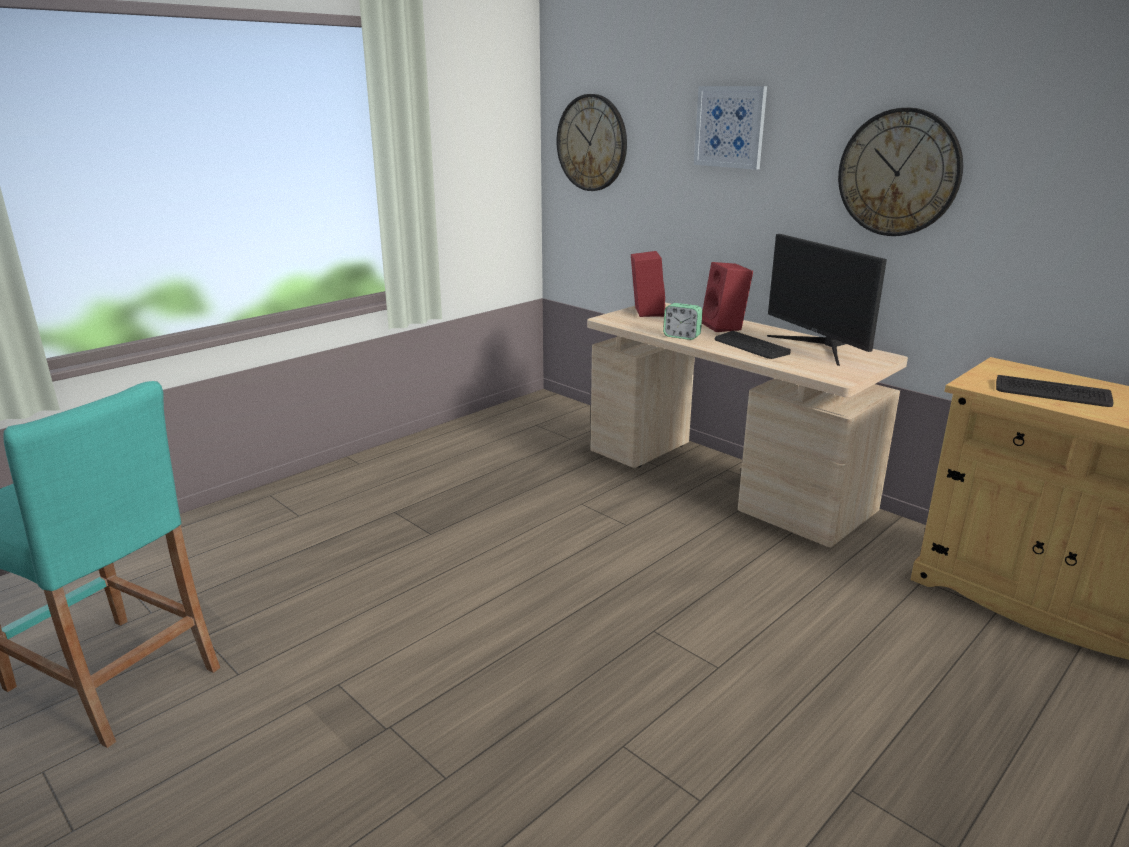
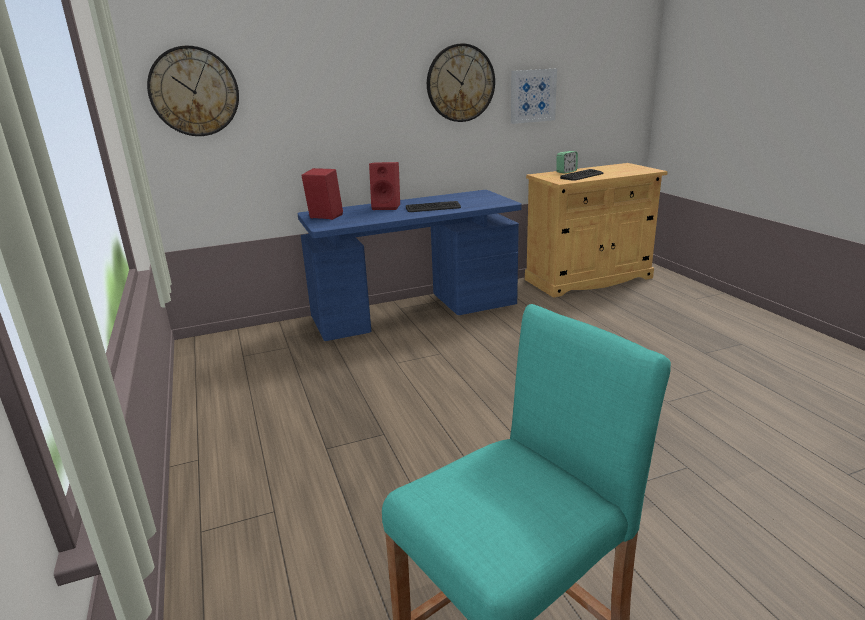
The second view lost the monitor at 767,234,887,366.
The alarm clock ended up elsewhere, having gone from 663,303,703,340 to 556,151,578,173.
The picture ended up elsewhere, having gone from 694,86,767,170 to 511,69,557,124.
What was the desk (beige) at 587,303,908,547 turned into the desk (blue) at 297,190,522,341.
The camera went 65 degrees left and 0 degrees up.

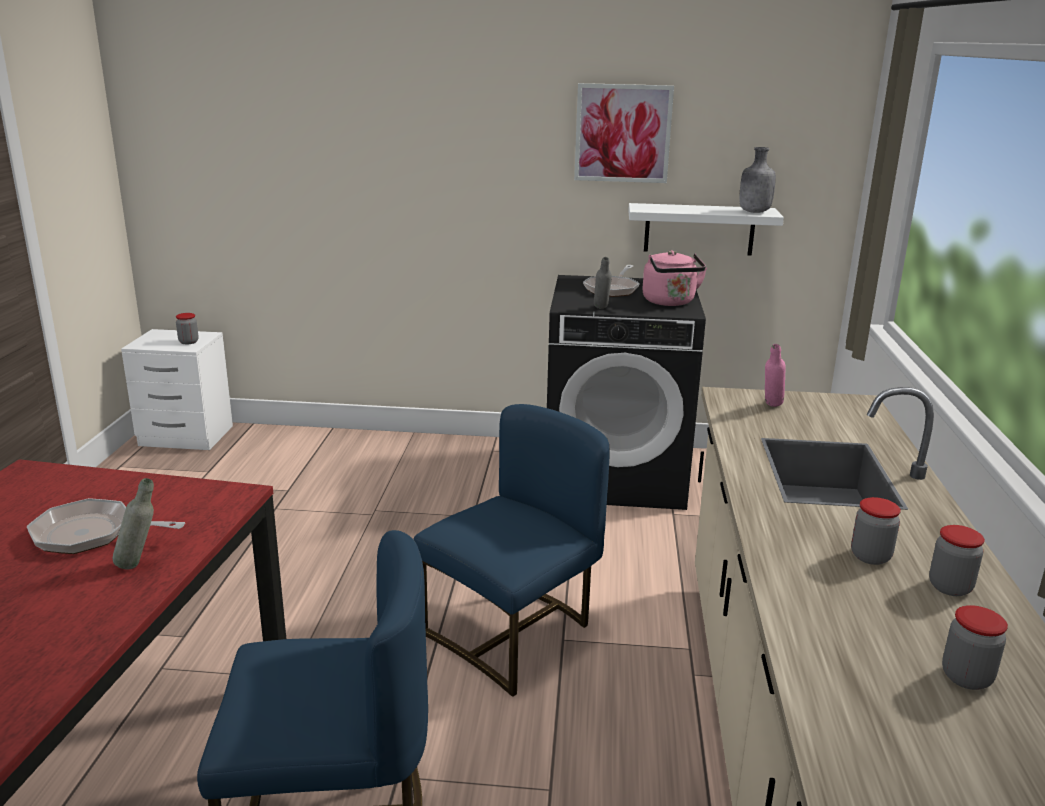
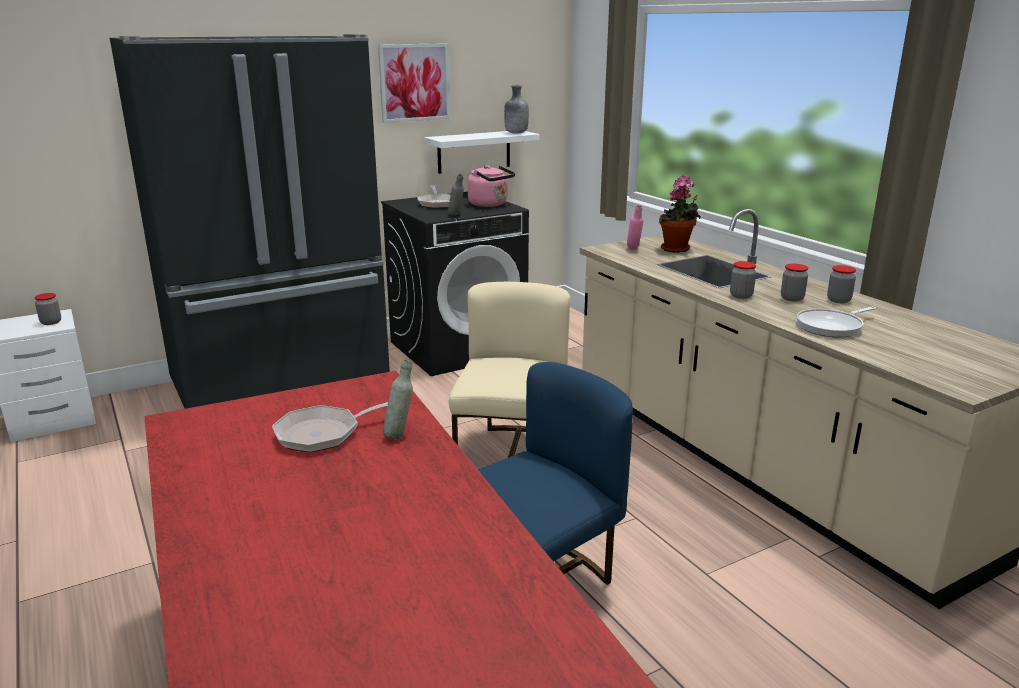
The second view gained the fridge (black) at 110,34,390,409.
The second view gained the potted plant at 659,175,700,253.
The second view gained the frying pan at 796,307,876,337.
The jar ended up elsewhere, having gone from 942,605,1008,690 to 730,261,756,299.
What was the chair (blue) at 413,404,610,697 turned into the chair (beige) at 449,282,570,458.
The camera went 35 degrees left and 0 degrees up.

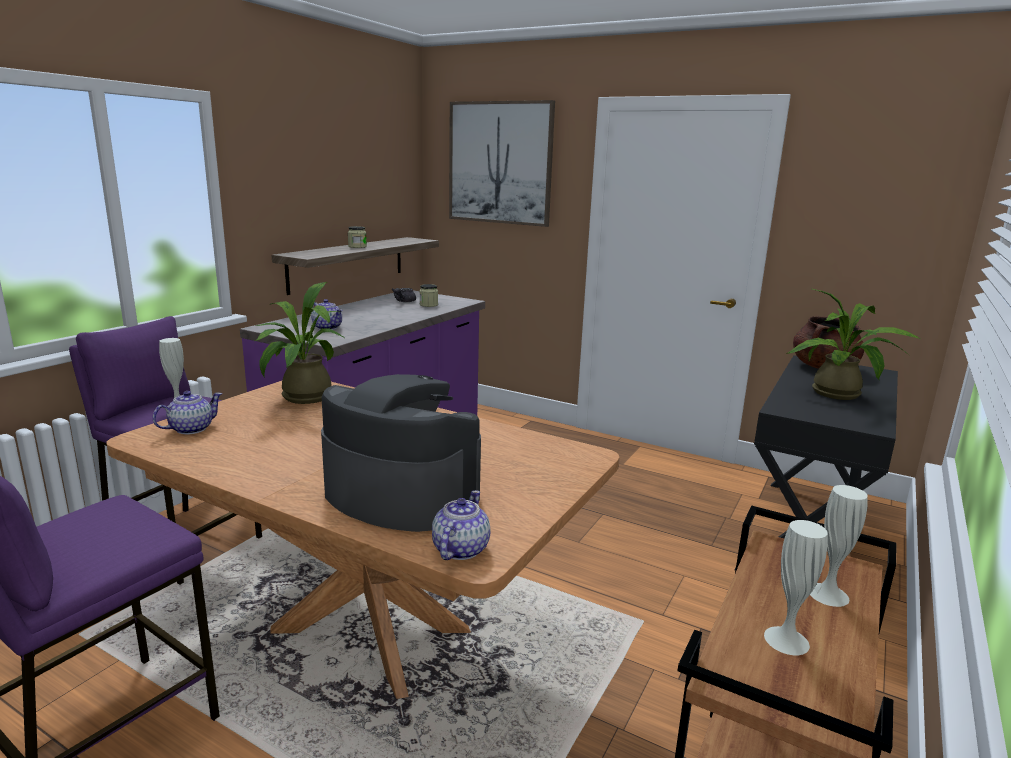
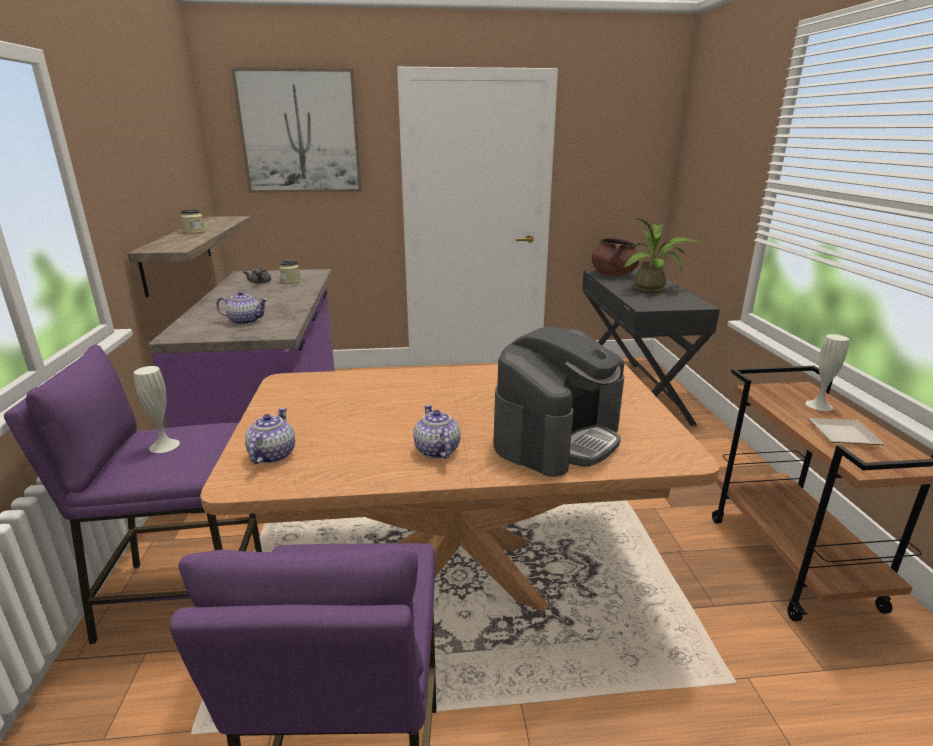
The second view lost the potted plant at 255,282,346,404.
The teapot ended up elsewhere, having gone from 432,490,490,560 to 413,404,460,459.
Where the vase (white) stood at 764,520,828,655, the plate came to stand at 808,418,885,445.
The coffee machine at 321,374,481,532 ended up facing another way, 135 degrees clockwise from before.
The camera went 35 degrees left and 5 degrees up.

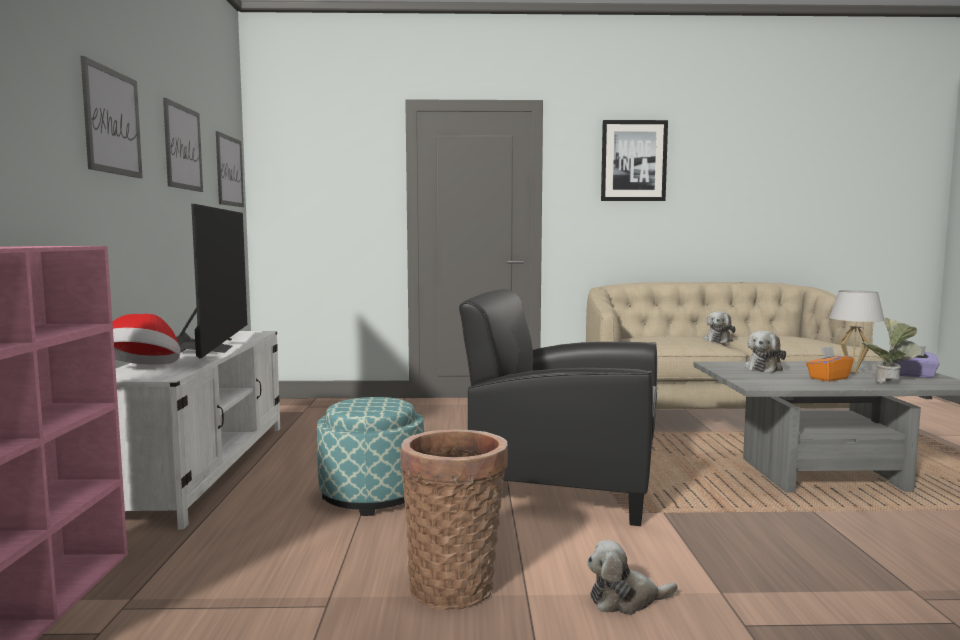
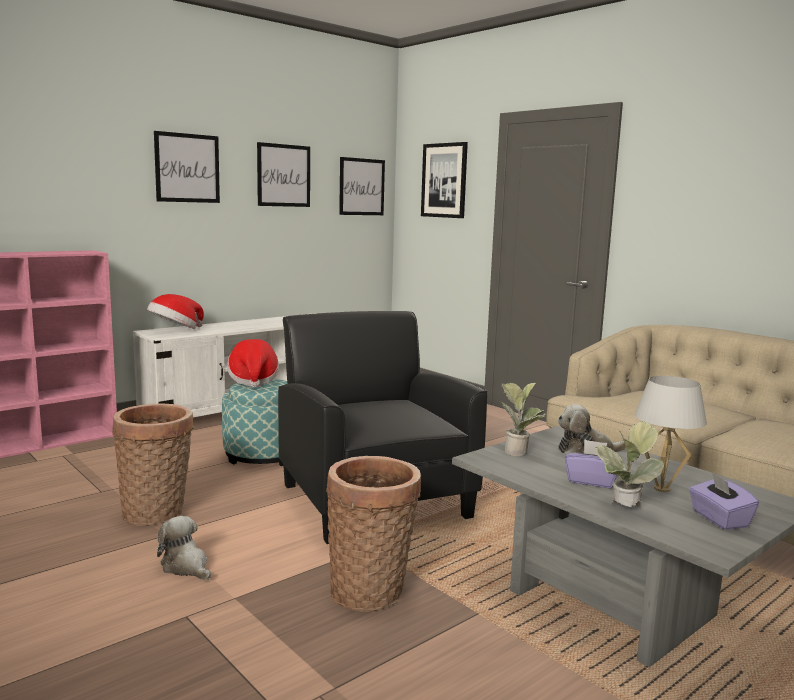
The second view lost the television at 176,204,247,358.
The second view lost the plush toy at 703,311,736,343.
The second view gained the hat at 227,339,279,388.
The second view gained the basket at 326,456,421,612.
The second view gained the potted plant at 500,382,546,456.
The picture ended up elsewhere, having gone from 601,120,668,201 to 421,142,468,218.
What was the tissue box (orange) at 806,346,854,382 turned into the tissue box (purple) at 565,439,617,488.
The camera went 50 degrees right and 5 degrees up.

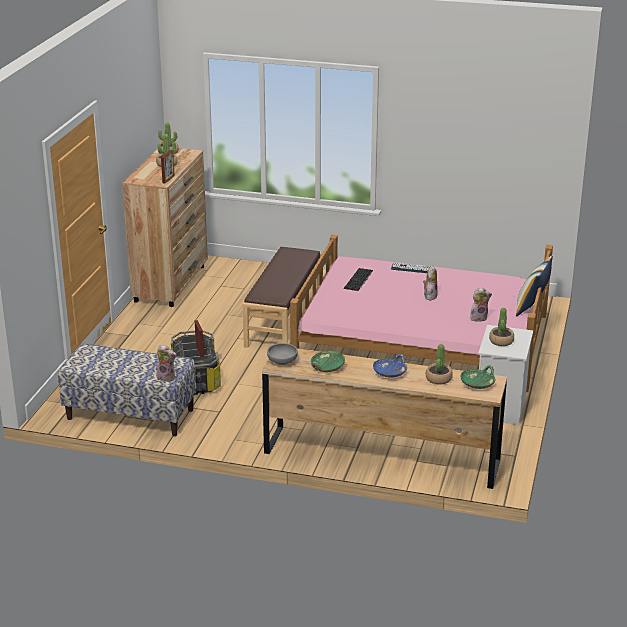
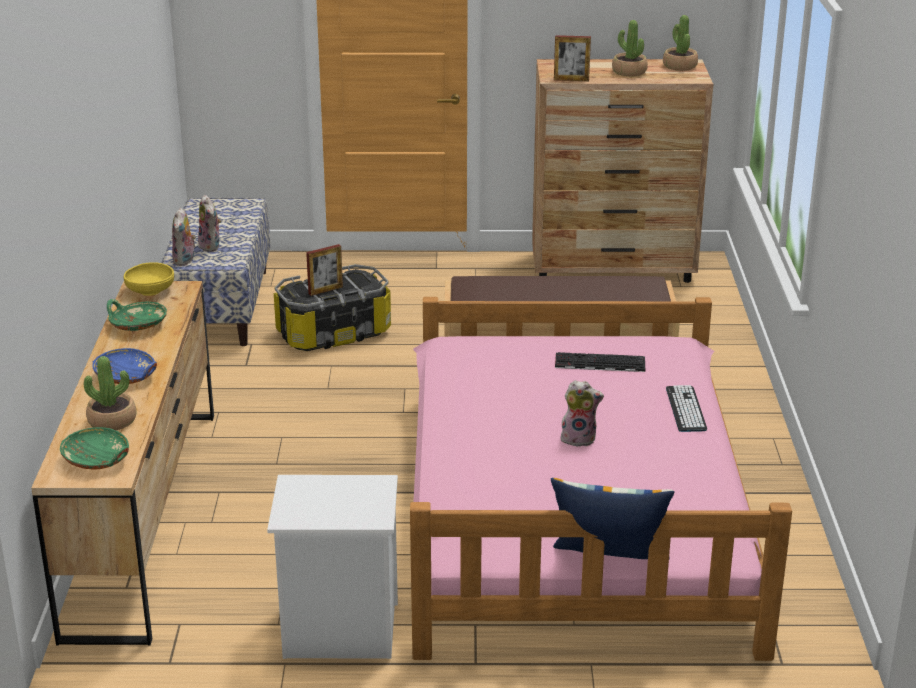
The second view lost the potted plant at 489,308,514,346.
The plush toy ended up elsewhere, having gone from 470,288,492,322 to 198,195,221,252.
What was the bowl (grey) at 267,343,298,365 turned into the bowl (yellow) at 124,262,174,296.
The camera went 75 degrees right and 0 degrees up.

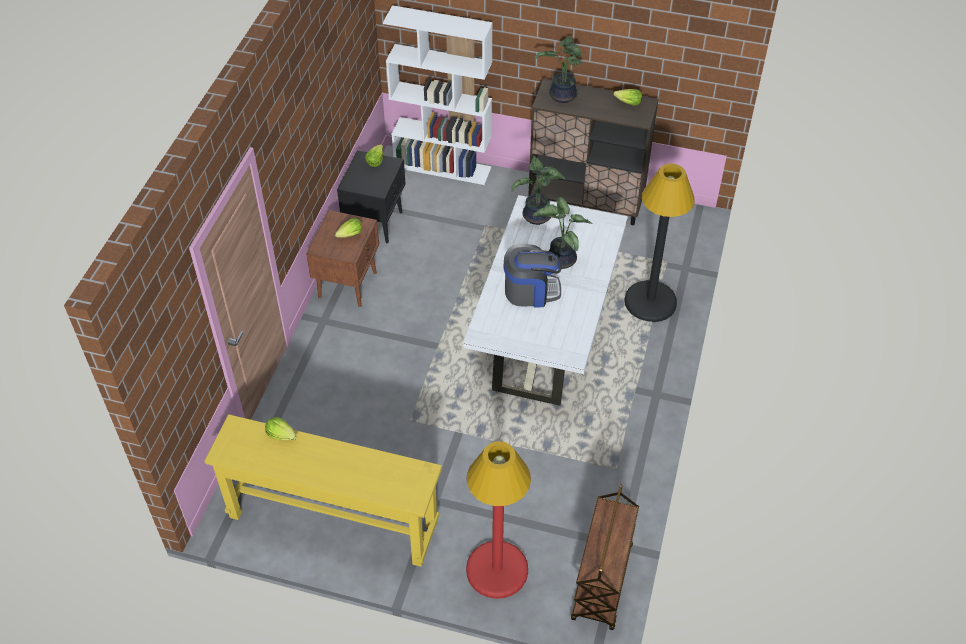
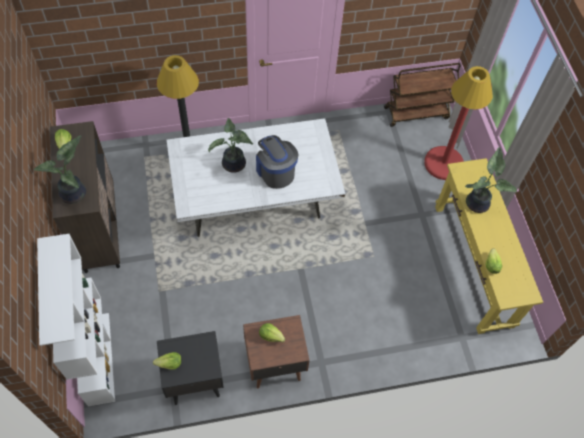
The potted plant ended up elsewhere, having gone from 511,156,565,225 to 465,147,517,213.
The camera went 120 degrees left and 10 degrees up.

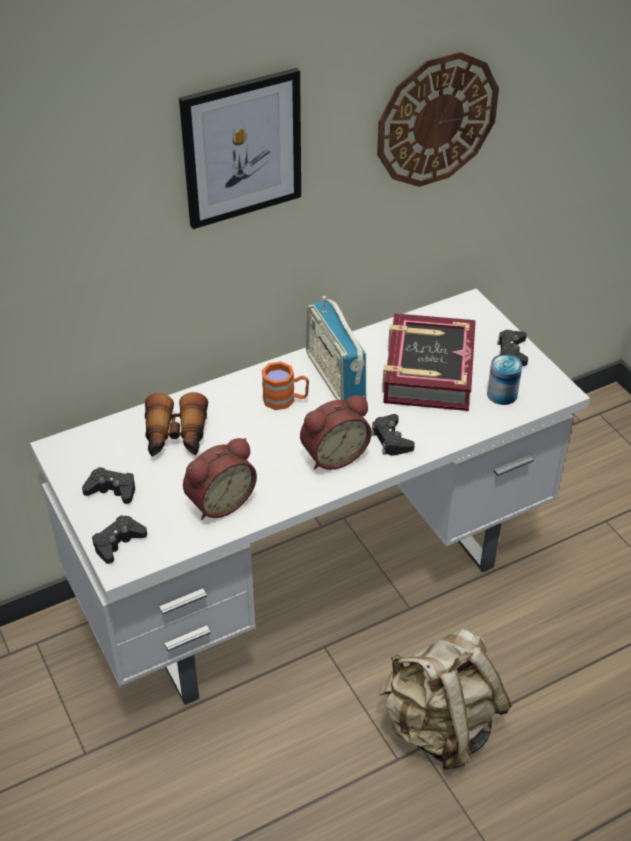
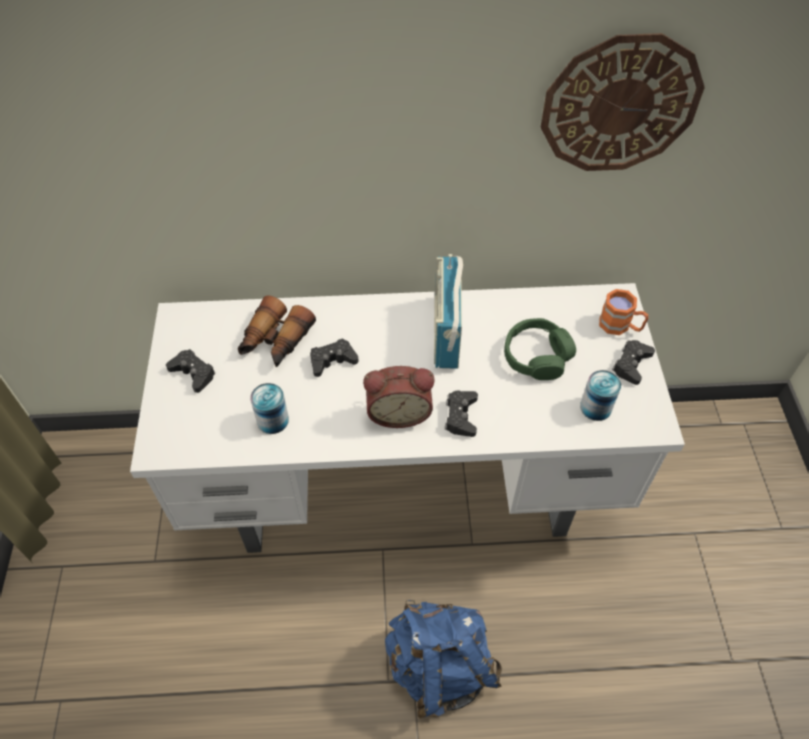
The second view lost the picture at 179,68,301,229.
The game controller (black) ended up elsewhere, having gone from 92,515,147,564 to 310,338,359,377.
The mug (orange) ended up elsewhere, having gone from 262,361,309,410 to 599,289,648,335.
Where the alarm clock stood at 183,438,257,520, the can came to stand at 250,383,289,434.
Where the book stood at 382,313,476,411, the headphones (green) came to stand at 504,318,576,380.
What was the backpack (beige) at 379,629,512,770 turned into the backpack (blue) at 385,600,502,719.
The camera went 25 degrees right and 10 degrees up.

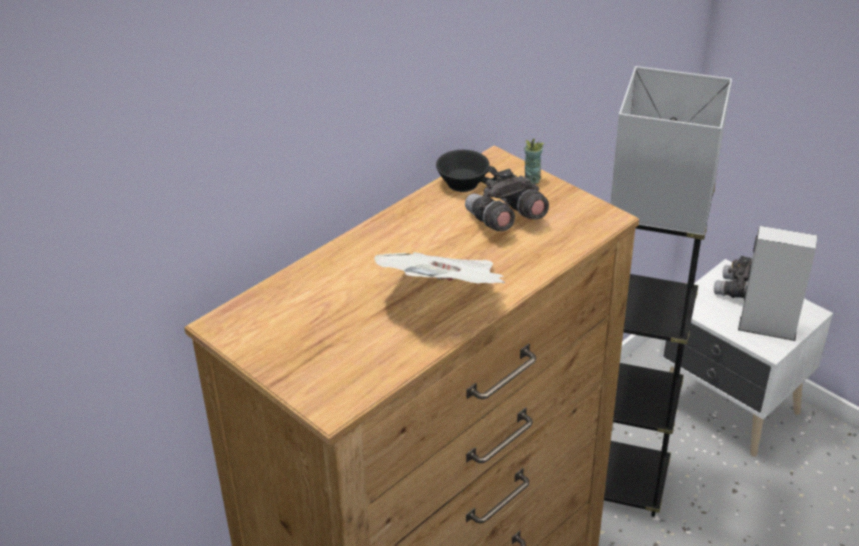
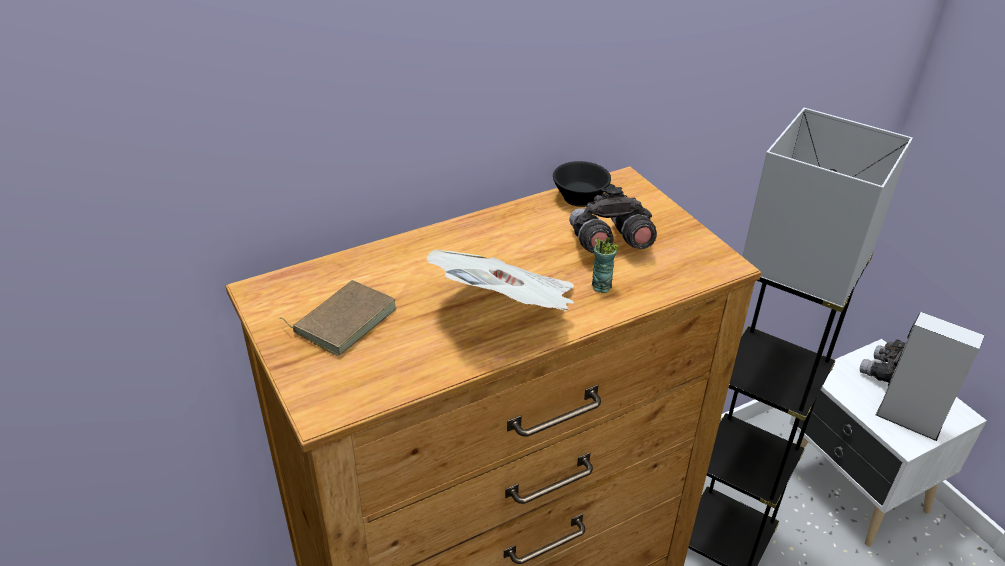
The second view gained the book (brown) at 279,280,397,356.
The cup ended up elsewhere, having gone from 524,139,545,184 to 592,237,619,293.
The camera went 15 degrees right and 0 degrees up.

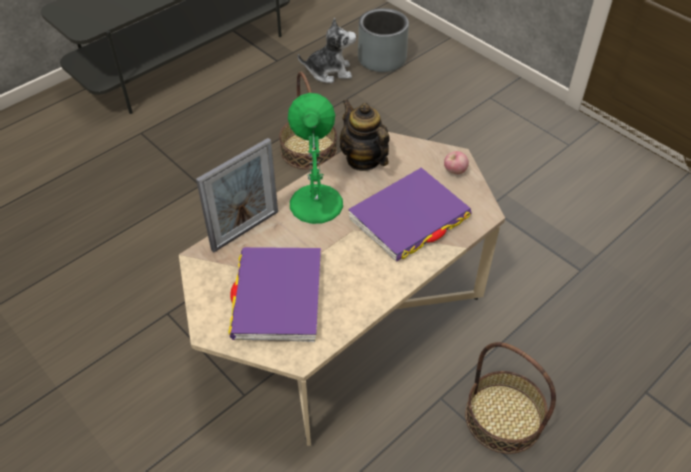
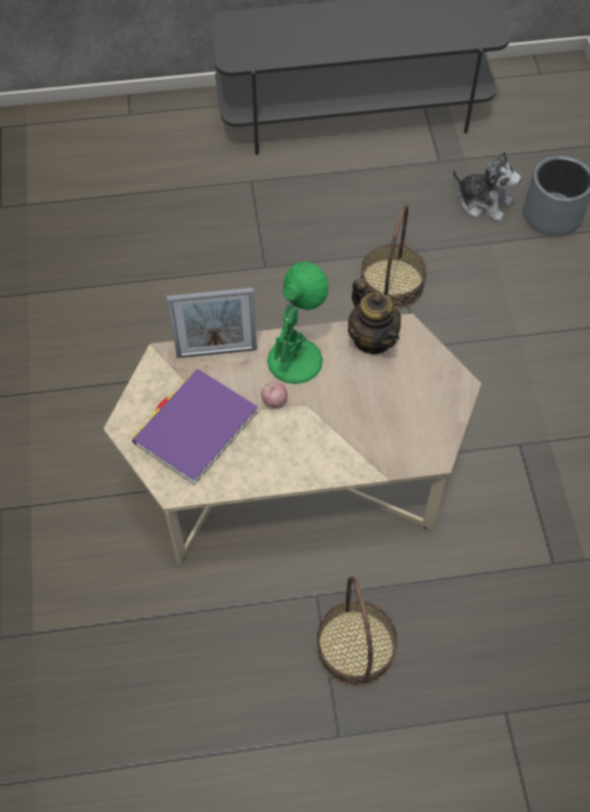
The second view lost the book (purple) at 348,168,471,262.
The apple ended up elsewhere, having gone from 444,151,469,174 to 261,382,287,408.
The teapot at 340,99,390,171 ended up facing another way, 150 degrees clockwise from before.
The camera went 35 degrees right and 10 degrees up.

